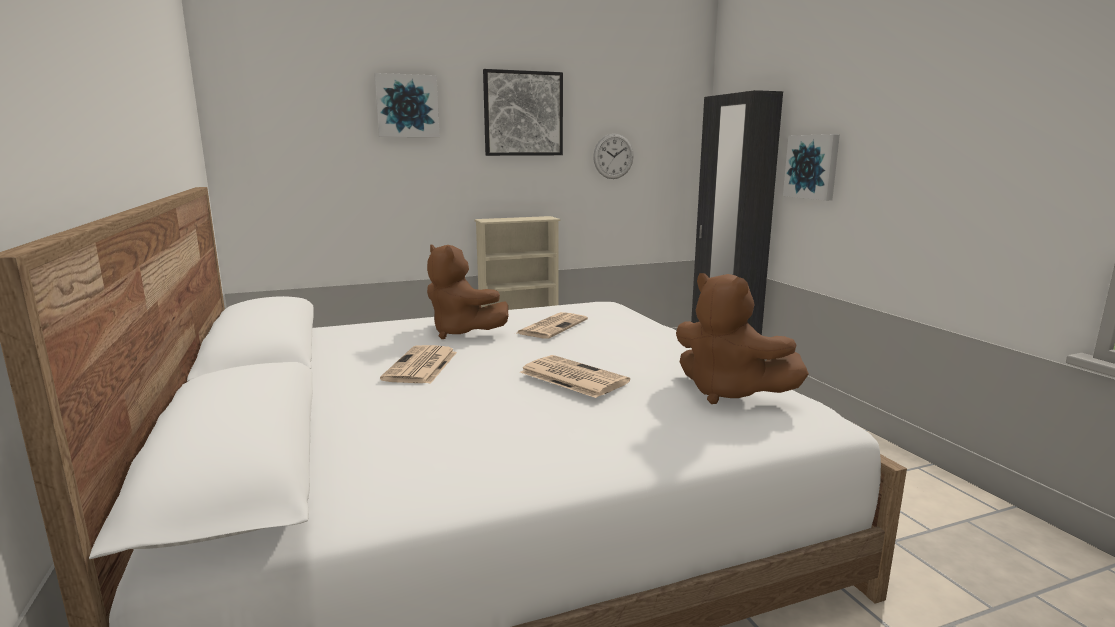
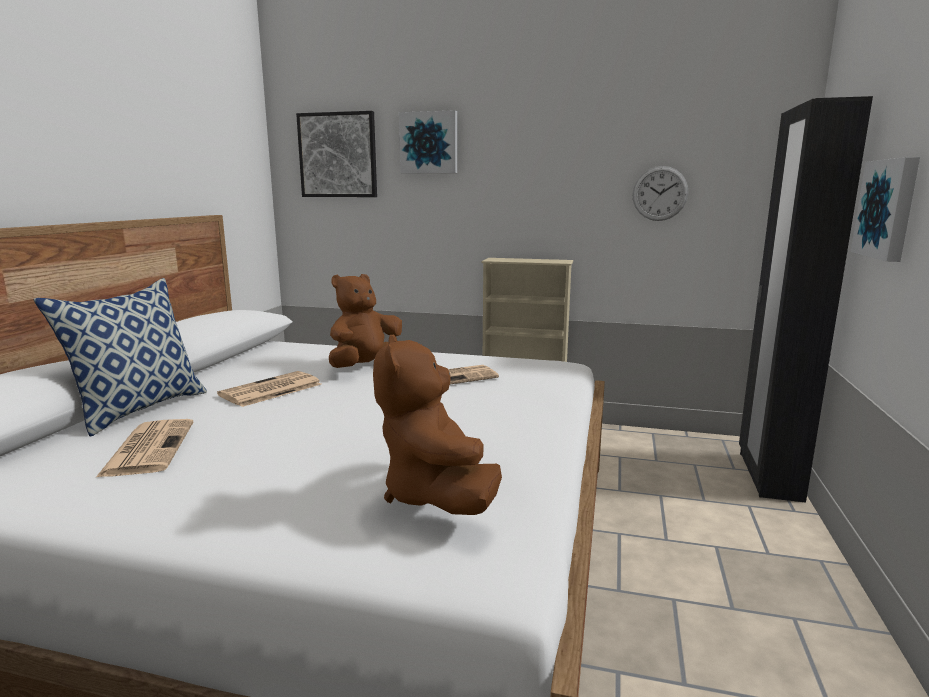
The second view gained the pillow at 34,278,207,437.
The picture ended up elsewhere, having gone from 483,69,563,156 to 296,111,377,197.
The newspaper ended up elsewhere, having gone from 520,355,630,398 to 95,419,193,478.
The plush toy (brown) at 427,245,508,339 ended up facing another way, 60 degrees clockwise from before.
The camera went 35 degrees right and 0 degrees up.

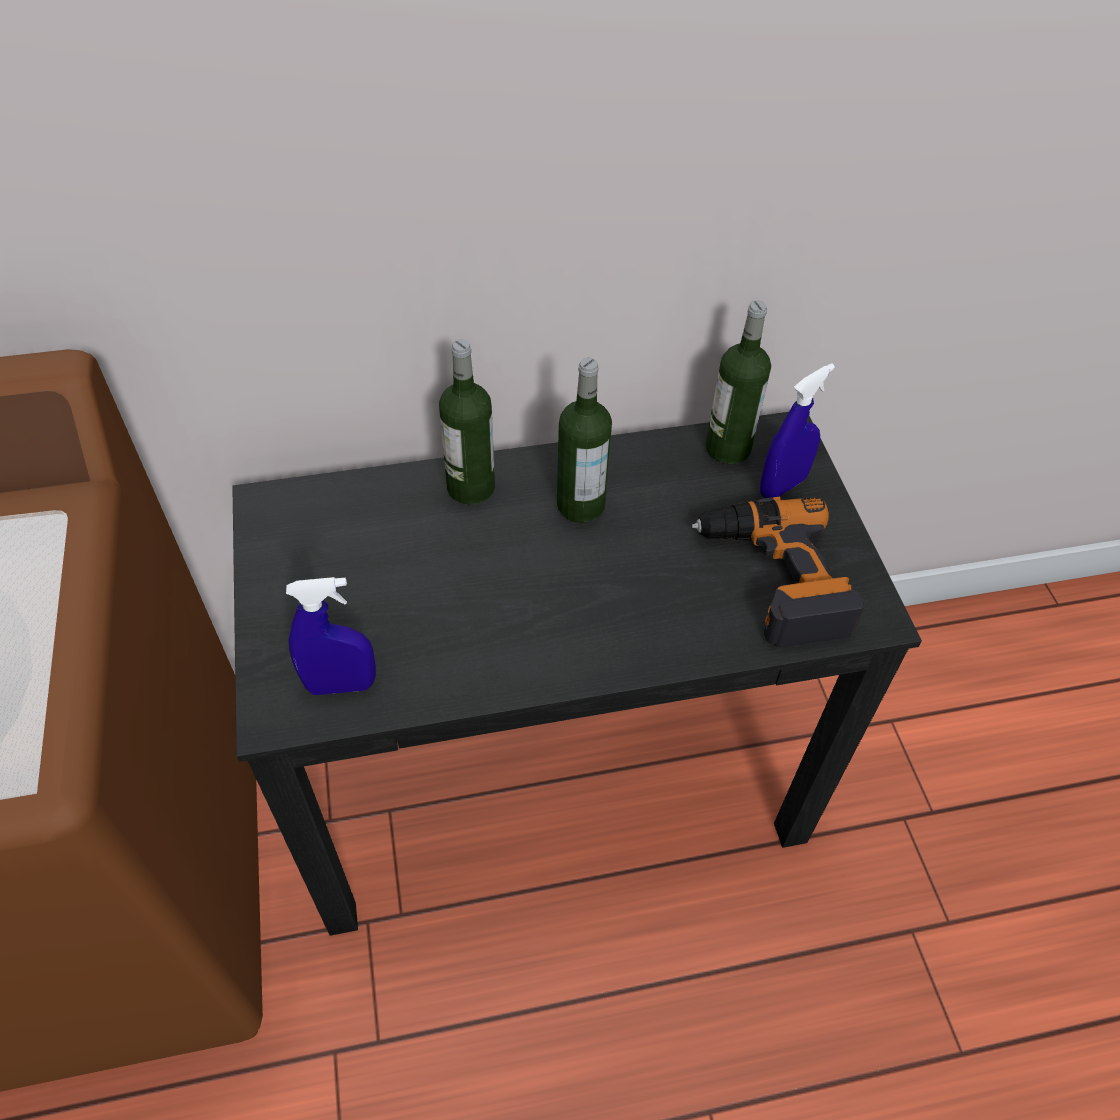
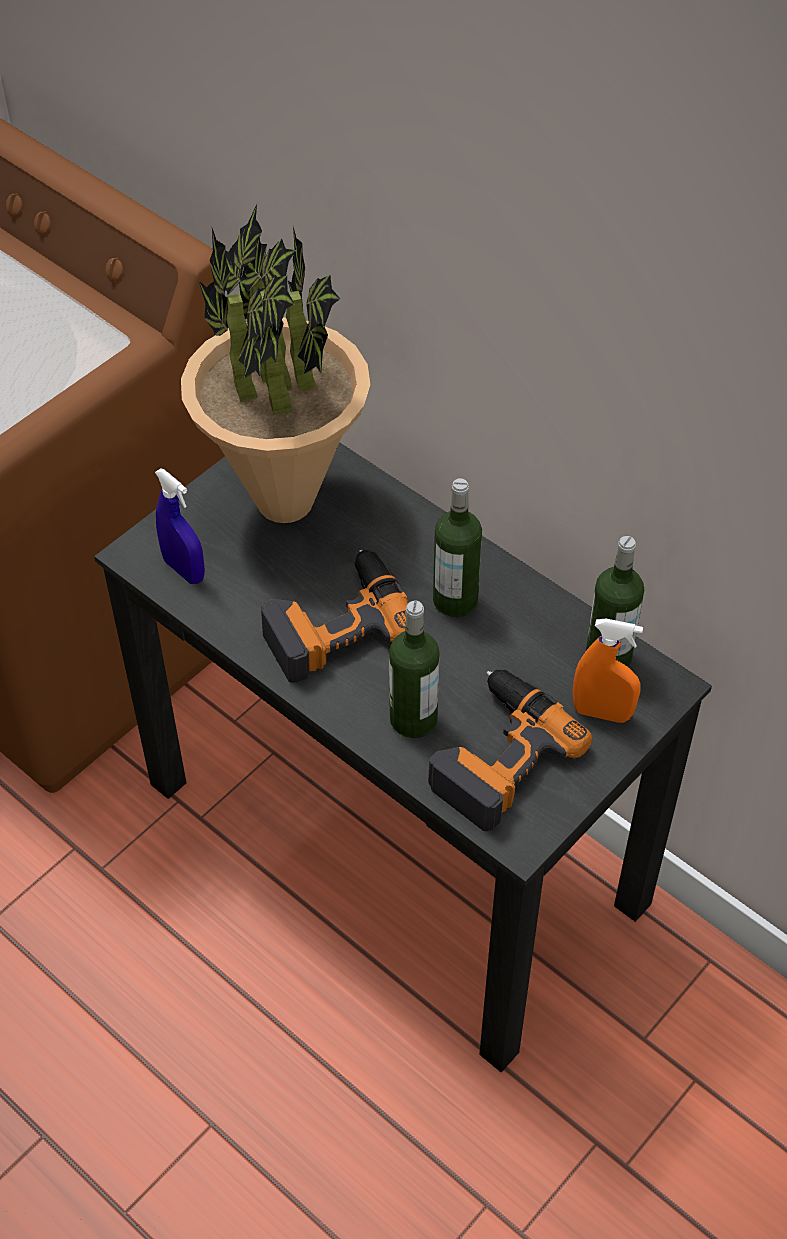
The second view gained the potted plant at 181,204,371,523.
The second view gained the power drill at 261,550,409,683.
The bottle ended up elsewhere, having gone from 439,339,495,505 to 389,601,440,738.
What was the spray bottle (blue) at 760,363,835,498 turned into the spray bottle (orange) at 572,619,643,723.
The camera went 55 degrees right and 0 degrees up.

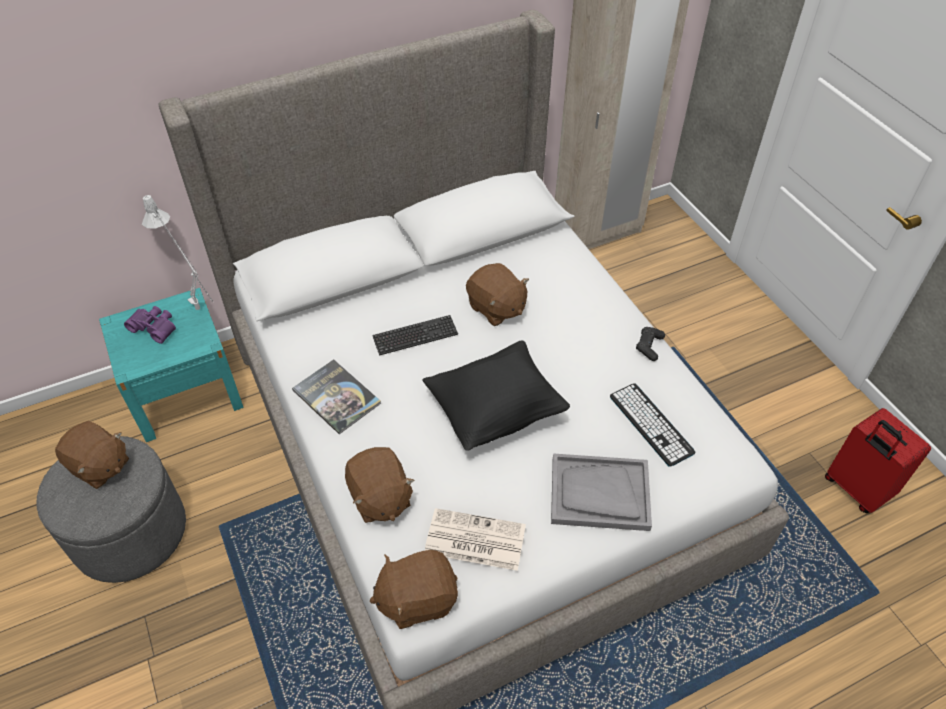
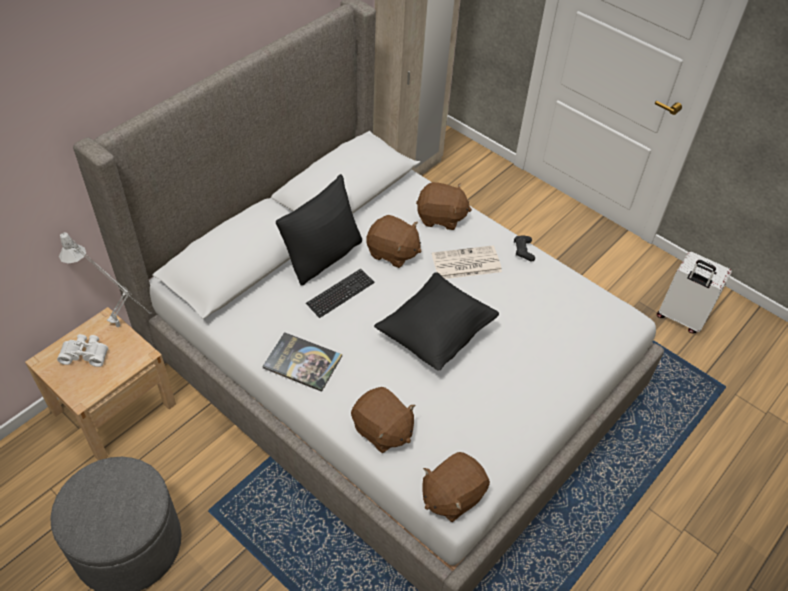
The second view lost the tray (grey) at 551,453,652,531.
The second view lost the keyboard at 610,384,695,467.
The second view gained the pillow (black) at 276,174,362,286.
The plush toy (brown) ended up elsewhere, having gone from 55,421,129,489 to 416,182,472,230.
The newspaper ended up elsewhere, having gone from 425,508,526,571 to 432,245,502,279.
What was the nightstand (turquoise) at 99,288,243,442 turned into the nightstand (beige) at 25,307,176,460.
What was the binoculars (purple) at 124,306,176,344 turned into the binoculars (white) at 57,334,108,367.
What was the suitcase (red) at 825,408,931,513 turned into the suitcase (white) at 657,252,732,333.
The camera went 25 degrees left and 0 degrees up.

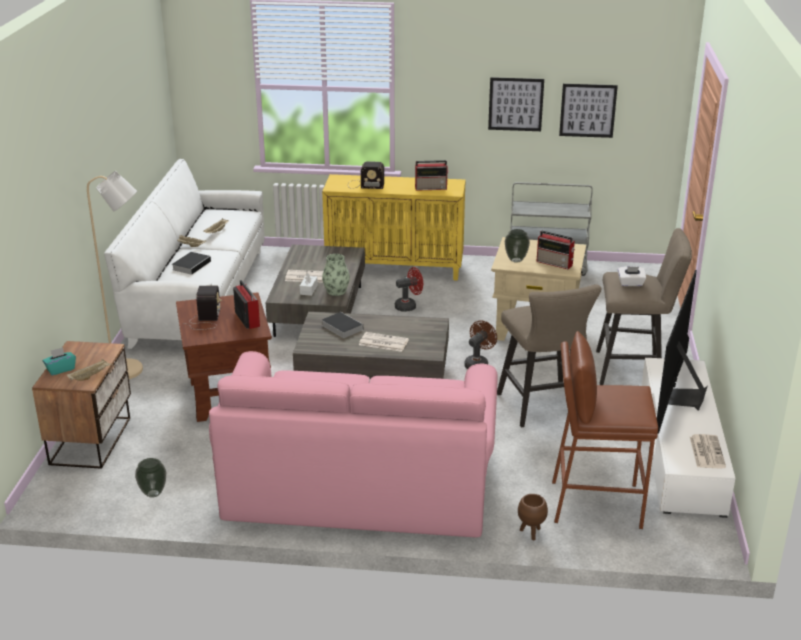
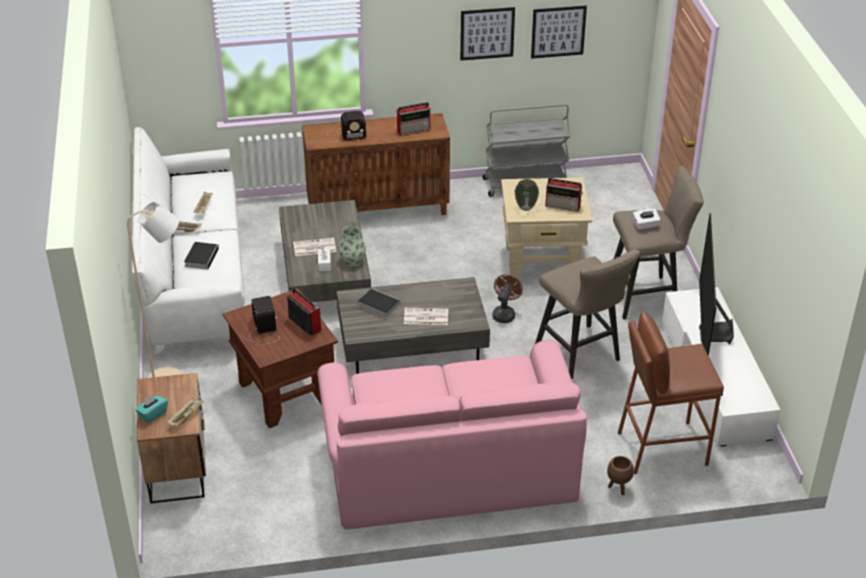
The second view lost the vase at 135,458,166,498.
The second view lost the fan (red) at 395,267,423,312.
The second view lost the newspaper at 690,434,726,468.
What was the cabinet (yellow) at 322,174,465,281 turned into the cabinet (brown) at 302,113,450,215.
The camera went 15 degrees left and 10 degrees up.

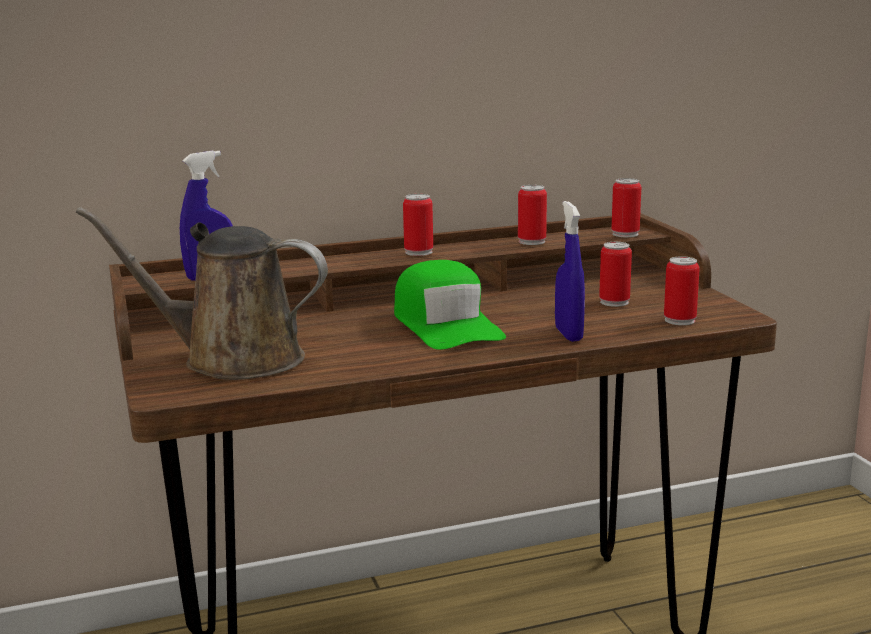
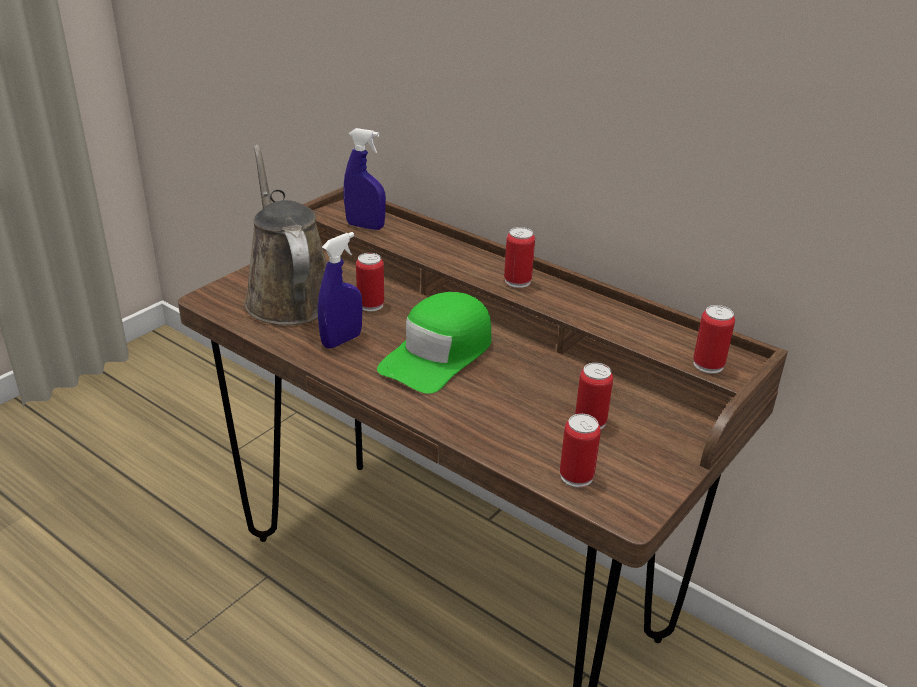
The can ended up elsewhere, having gone from 518,185,547,245 to 356,253,384,311.
The spray bottle (blue) ended up elsewhere, having gone from 555,201,585,342 to 318,232,362,348.
The camera went 55 degrees right and 15 degrees up.

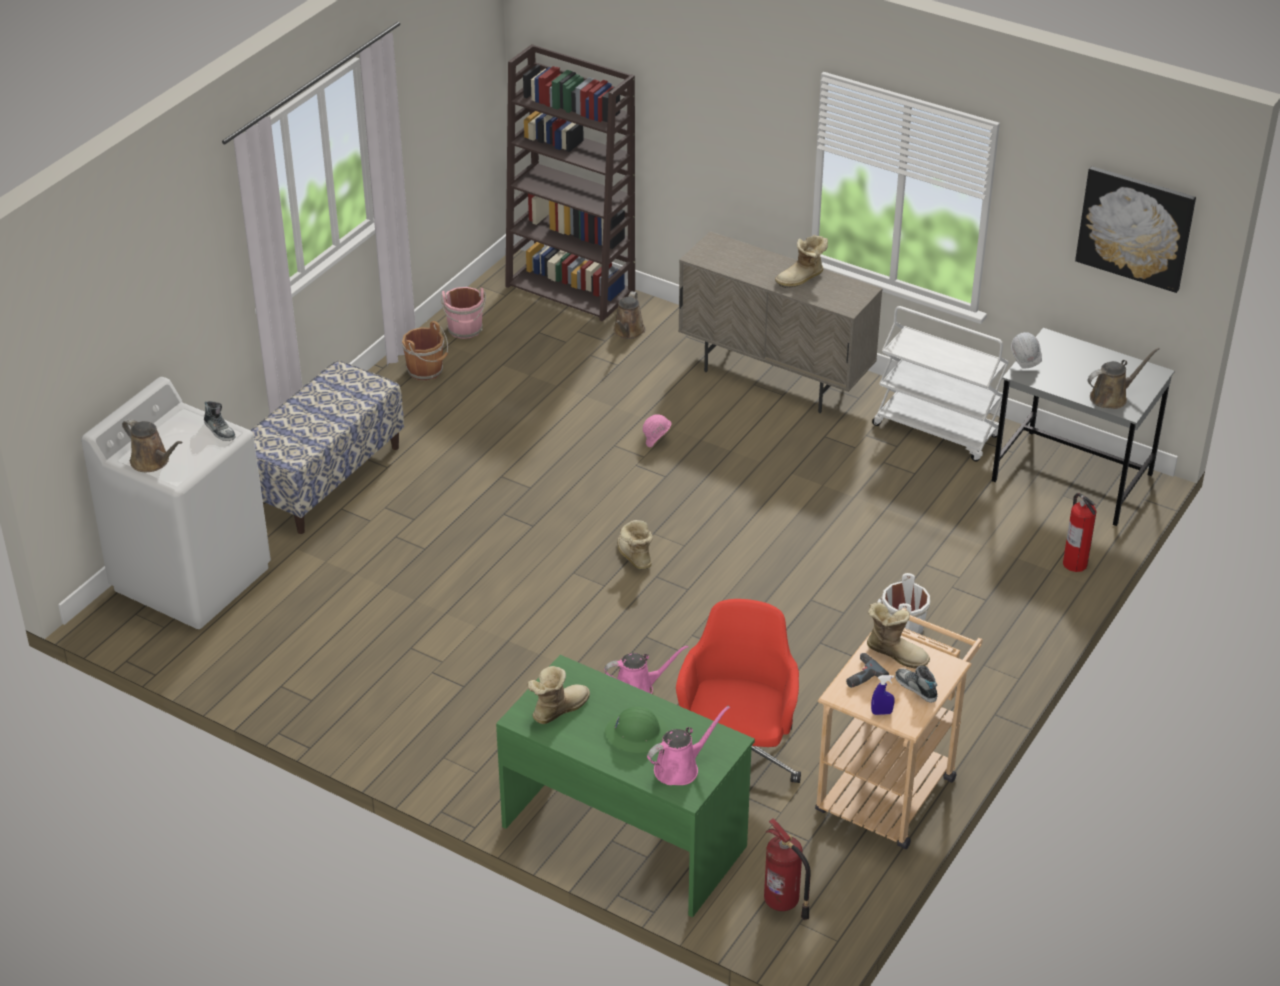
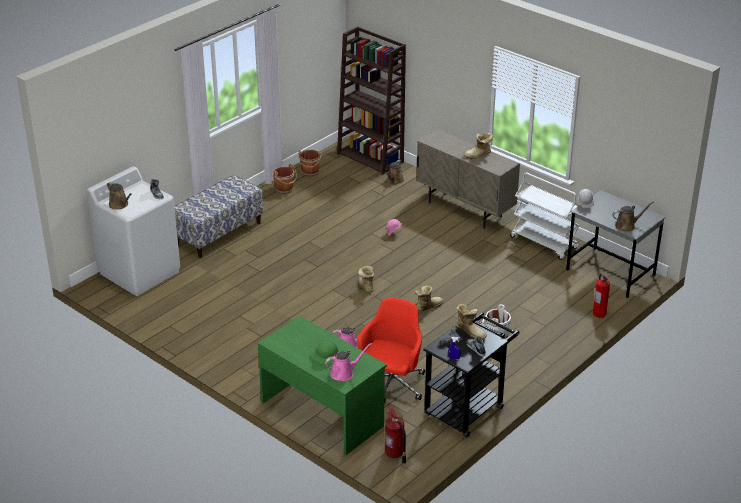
The second view lost the picture at 1075,166,1196,293.
The boot ended up elsewhere, having gone from 527,666,590,724 to 415,285,443,311.
What was the bucket (pink) at 441,287,486,339 turned into the bucket (brown) at 298,150,322,176.
What was the cart (beige) at 815,608,983,849 turned into the cart (black) at 423,312,520,437.
The camera went 10 degrees right and 5 degrees down.

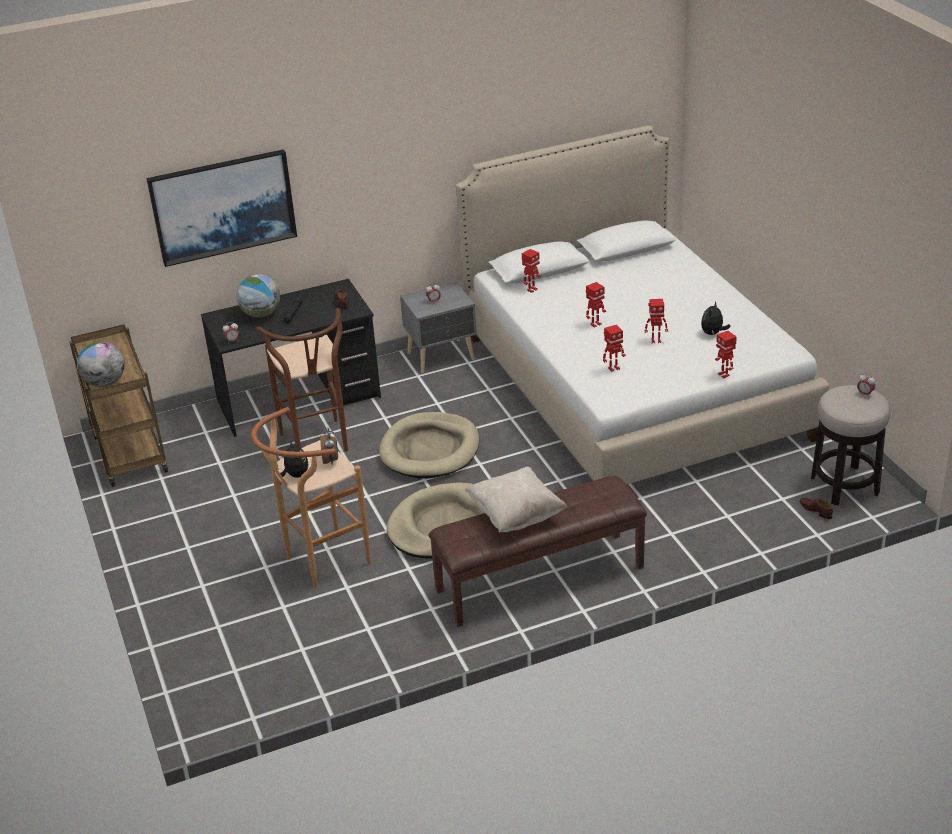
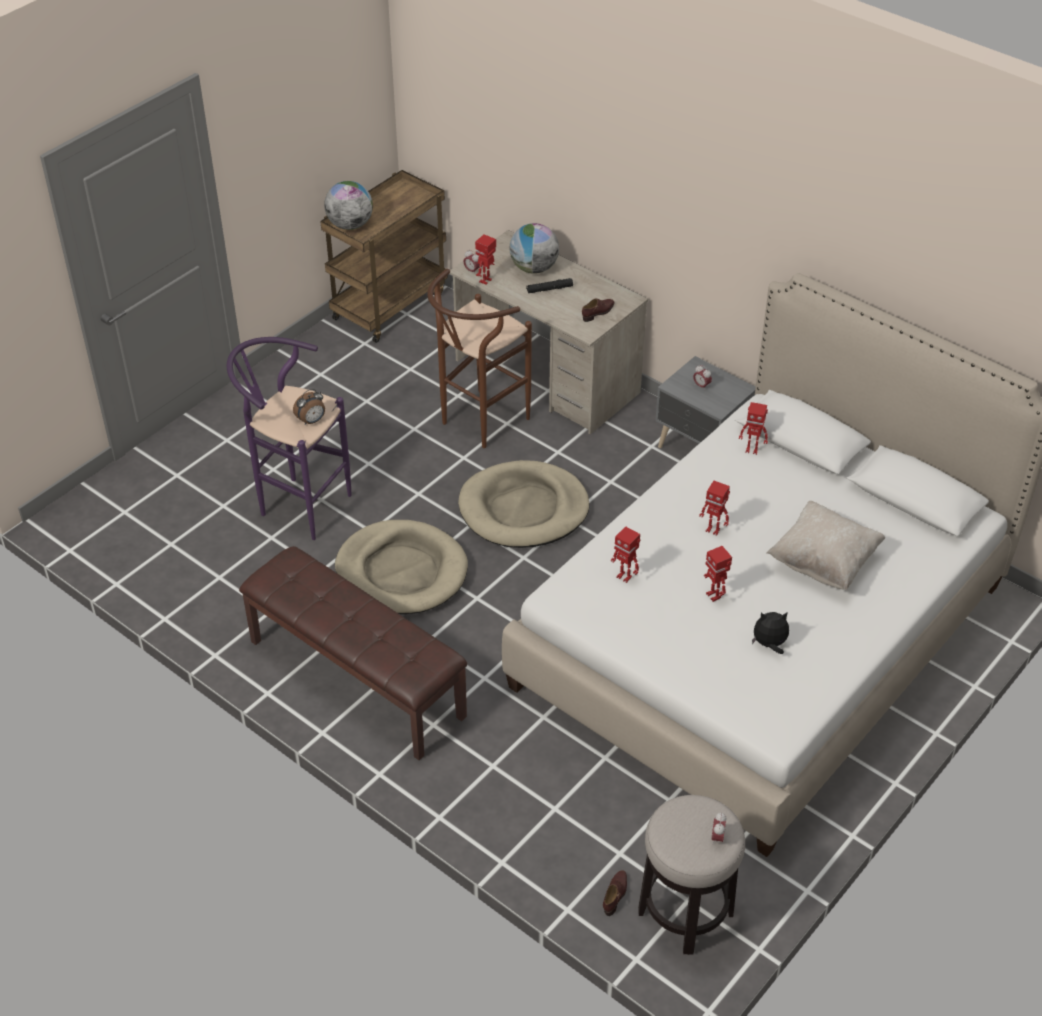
The second view lost the picture at 147,149,297,267.
The second view lost the plush toy at 280,439,308,478.
The pillow (beige) ended up elsewhere, having gone from 465,466,568,533 to 767,501,885,590.
The toy robot ended up elsewhere, having gone from 715,331,737,379 to 475,234,496,285.
What was the desk (black) at 201,279,381,437 turned into the desk (beige) at 449,230,648,434.
What was the stool (brown) at 251,407,371,587 turned into the stool (purple) at 227,337,352,540.
The camera went 60 degrees right and 10 degrees up.

